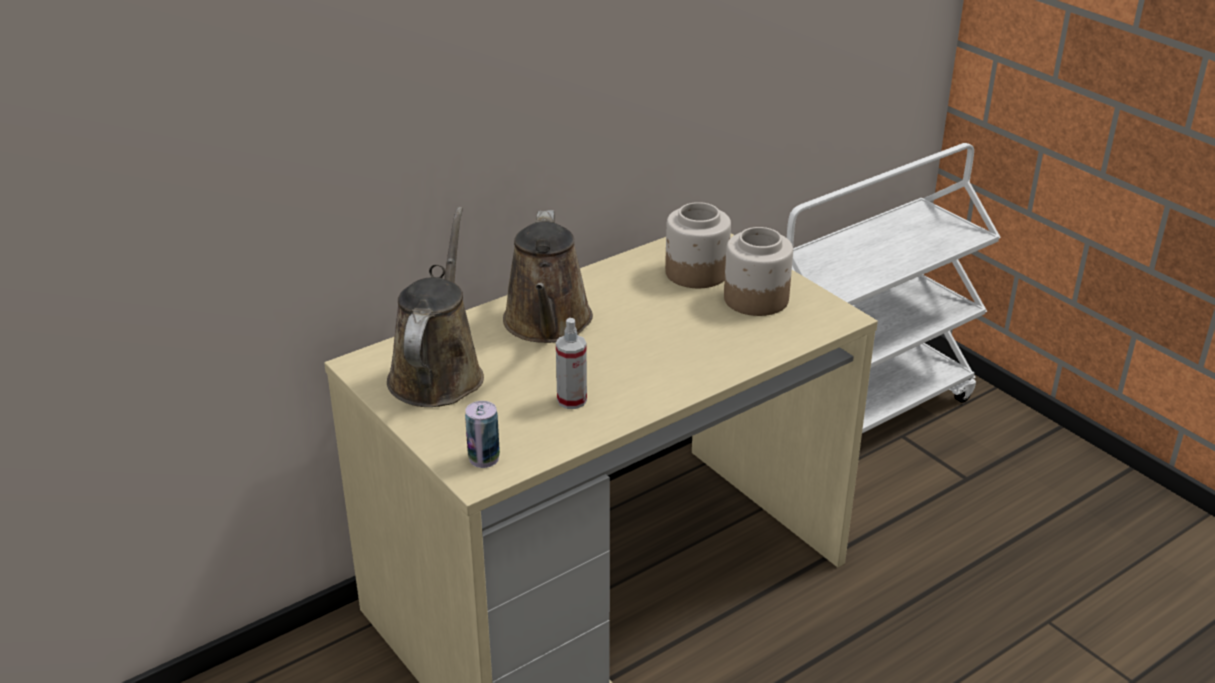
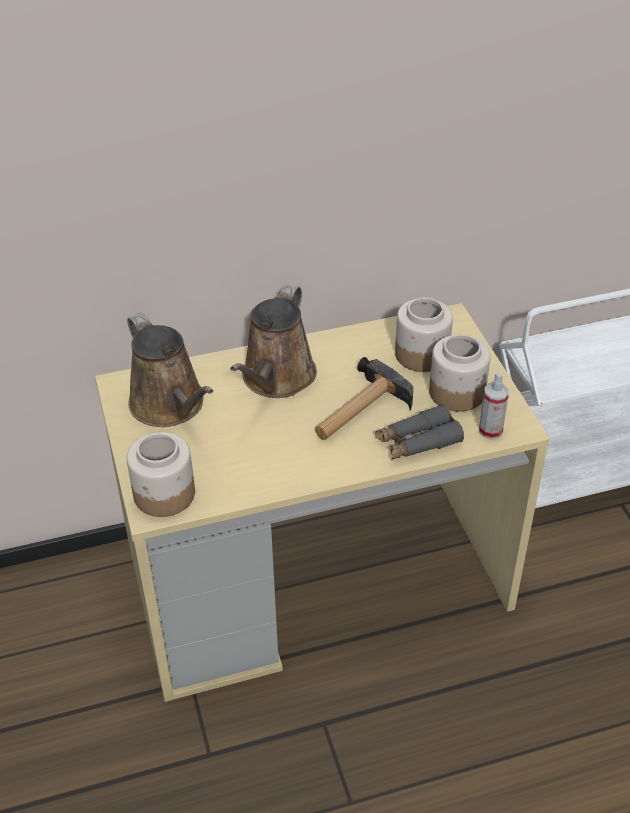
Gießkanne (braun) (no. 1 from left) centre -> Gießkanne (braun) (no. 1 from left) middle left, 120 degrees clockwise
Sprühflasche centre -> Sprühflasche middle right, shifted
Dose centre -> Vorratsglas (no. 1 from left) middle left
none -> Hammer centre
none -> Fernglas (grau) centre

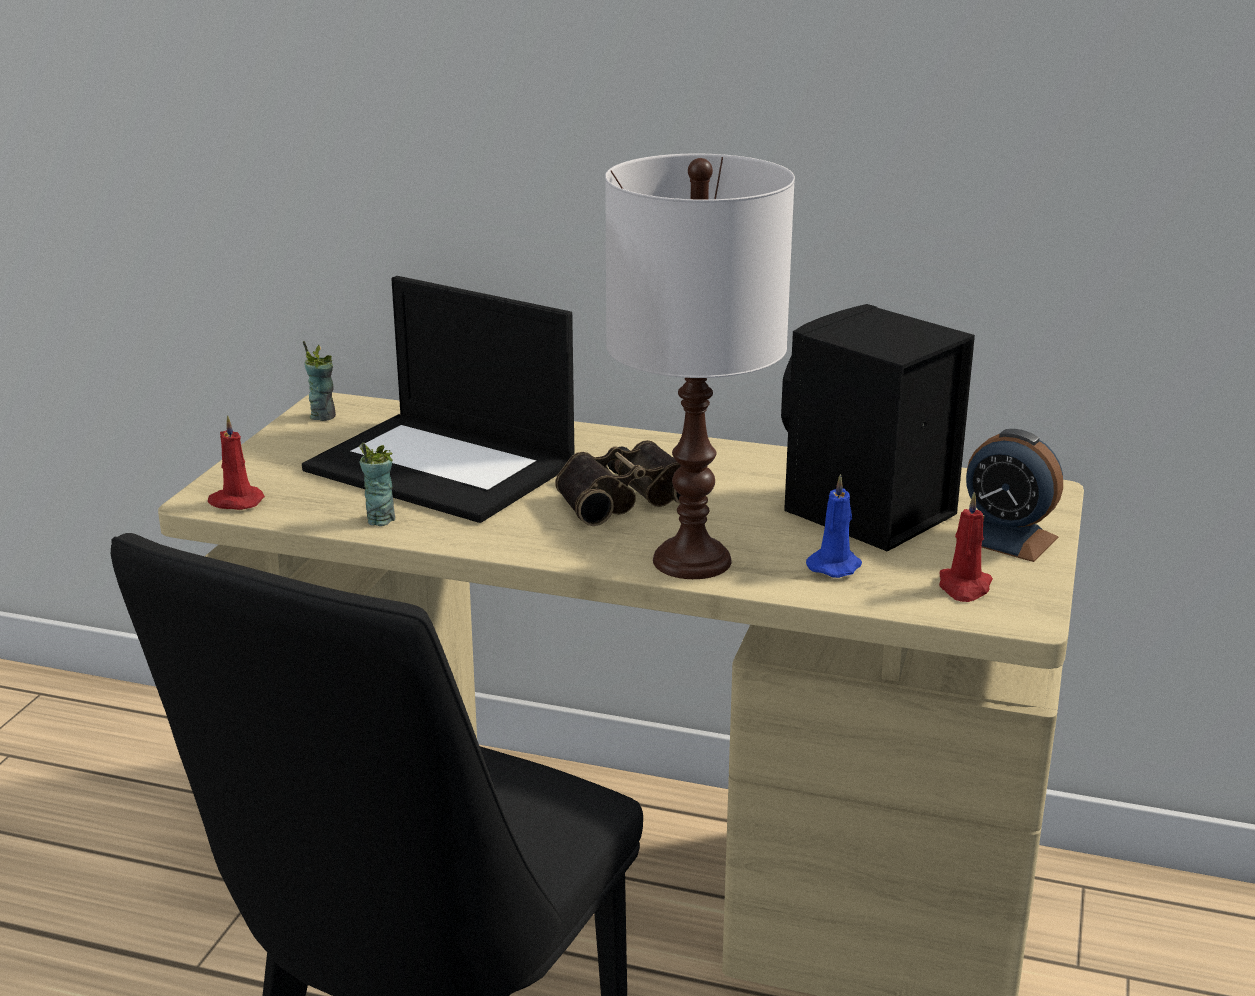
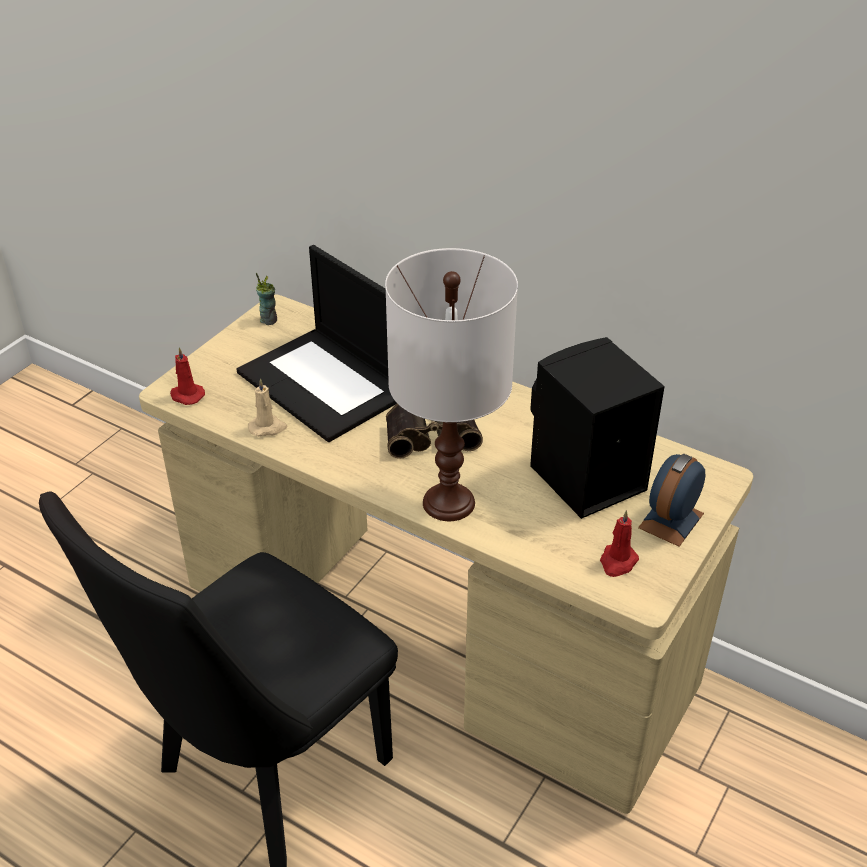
Wecker middle right, 75 degrees clockwise
Tasse (no. 2 from left) middle left -> Kerze (beige) middle left
Kerze (blau) centre -> none

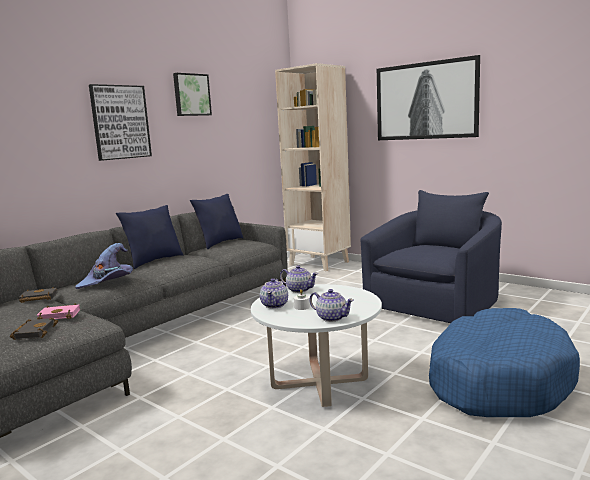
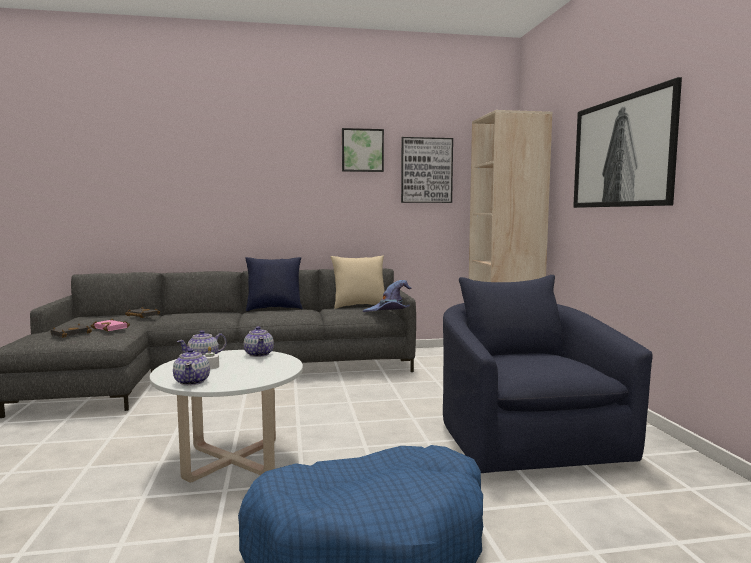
Bild (no. 1 from left in the first image) top left -> Bild (no. 2 from left) top centre, shifted
Sessel (blau) middle right, 90 degrees counterclockwise
Kissen (blau) (no. 2 from left) centre -> Kissen (beige) centre
Hut (lila) middle left -> Hut (lila) centre, shifted

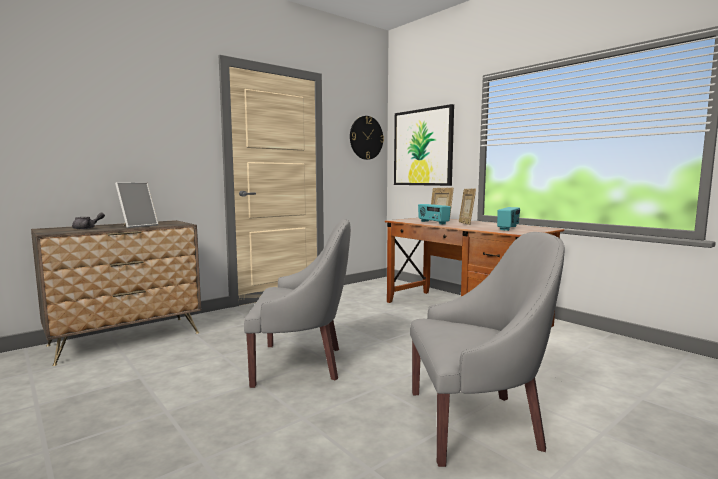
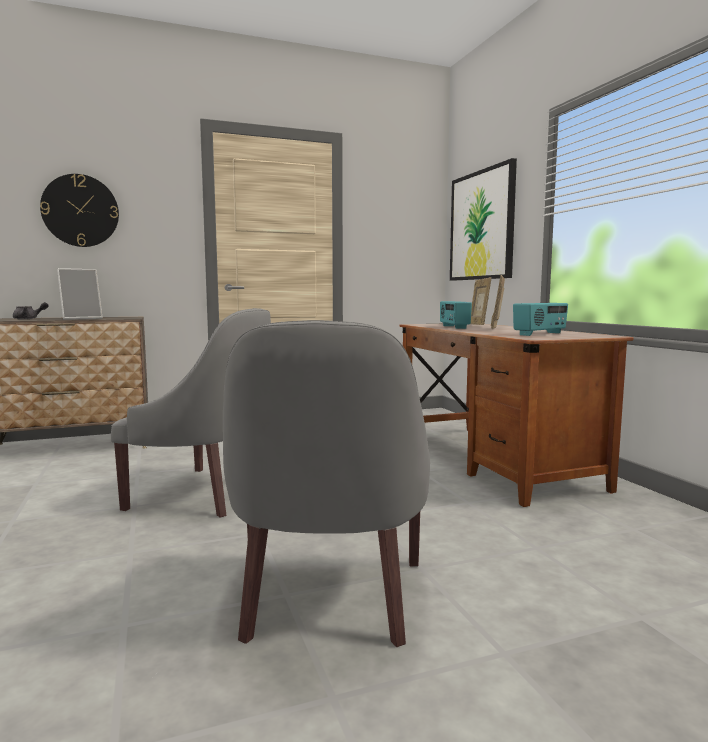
Wanduhr top centre -> Wanduhr top left, shifted
Sessel (grau) (no. 2 from left) bottom right -> Sessel (grau) (no. 2 from left) centre, 75 degrees clockwise

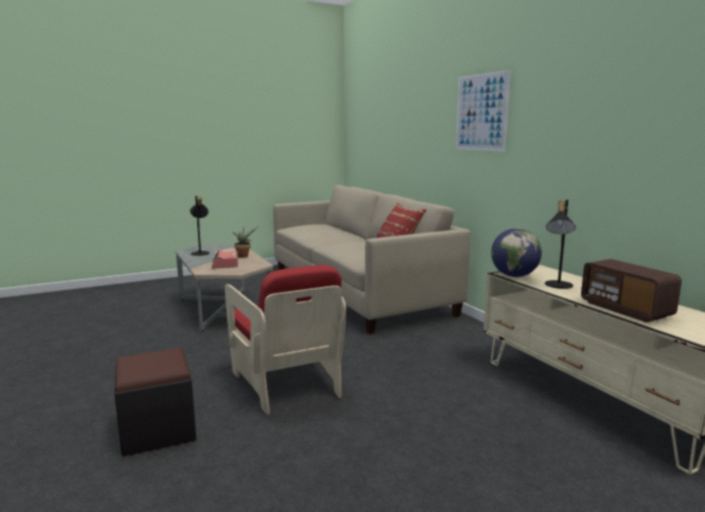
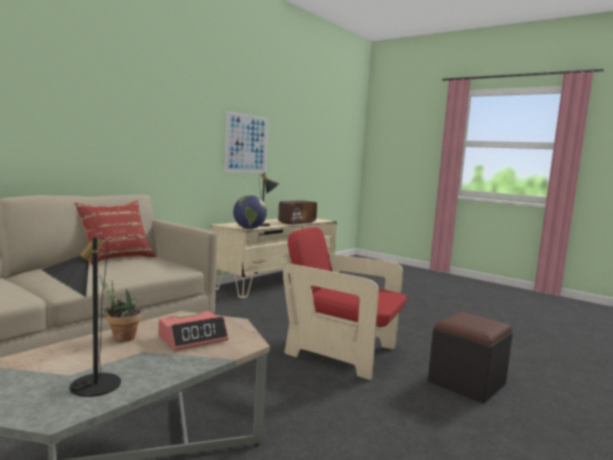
Bild top right -> Bild top centre, shifted
Sessel (rot) centre, 105 degrees counterclockwise

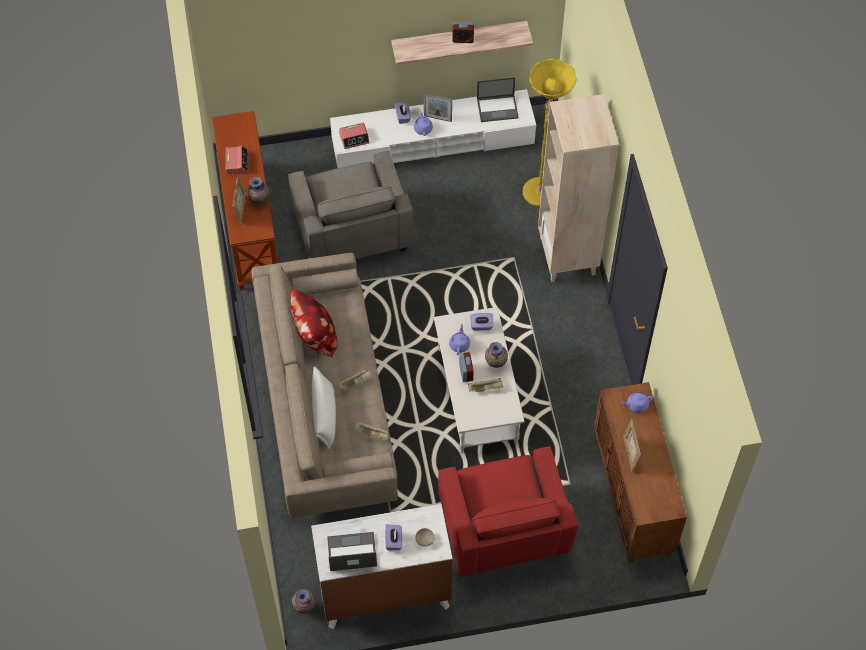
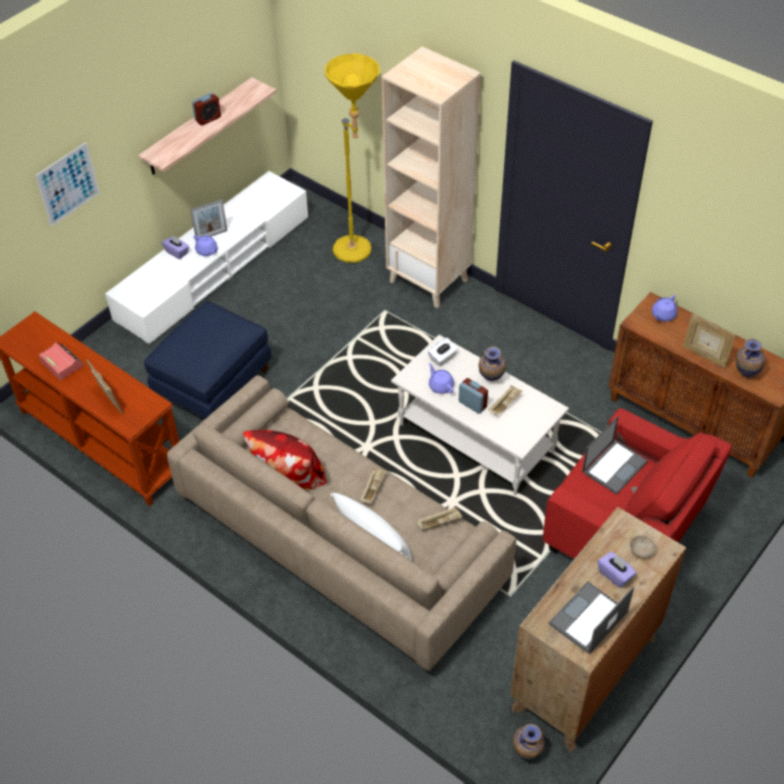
Laptop (no. 2 from left) top centre -> Laptop (no. 2 from left) middle right, shifted
Wecker (no. 2 from left) top centre -> none
Sessel (grau) top centre -> Polsterhocker (blau) middle left
Vase (no. 1 from left in the first image) top left -> Vase (no. 3 from left) middle right, shifted
Taschentuchbox (lila) (no. 3 from left) centre -> Taschentuchbox (weiß) centre
Kommode (weiß) bottom centre -> Kommode (braun) bottom right
none -> Bild top left

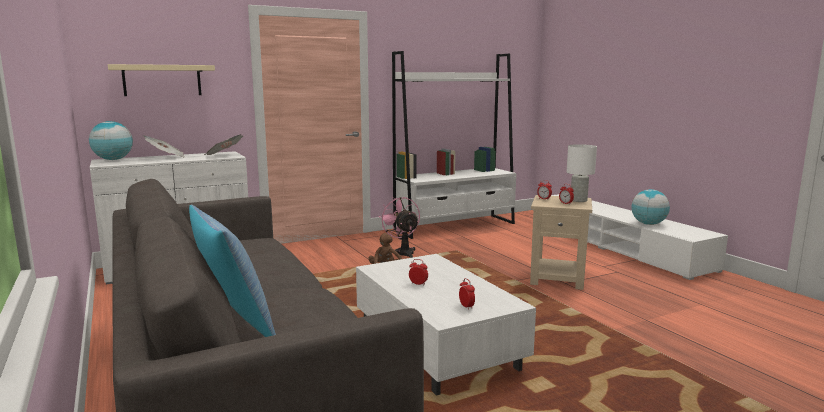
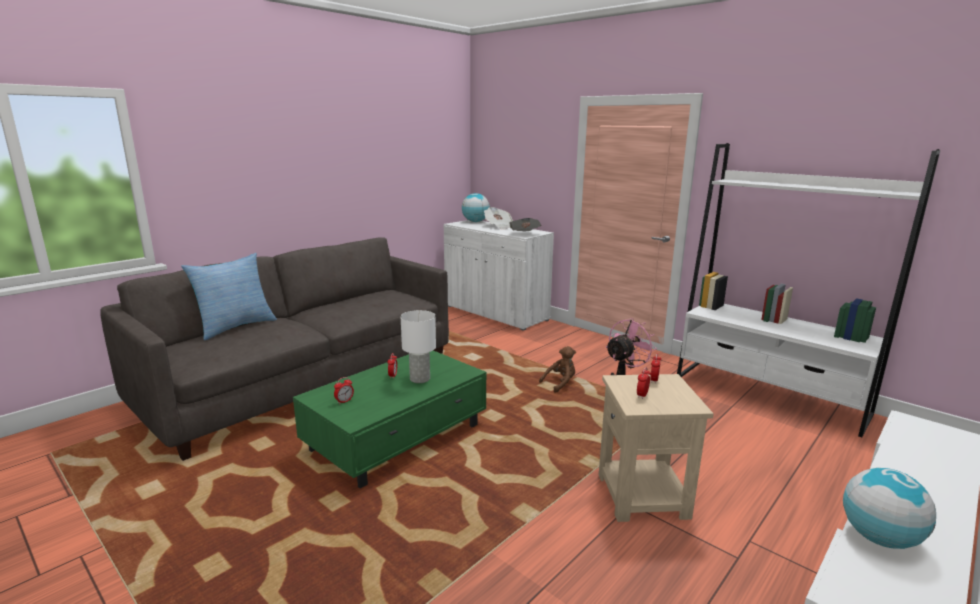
Wandregal (beige) top left -> none
Tischlampe (weiß) middle right -> Tischlampe (weiß) centre, shifted
Couchtisch (weiß) bottom centre -> Couchtisch (grün) bottom centre

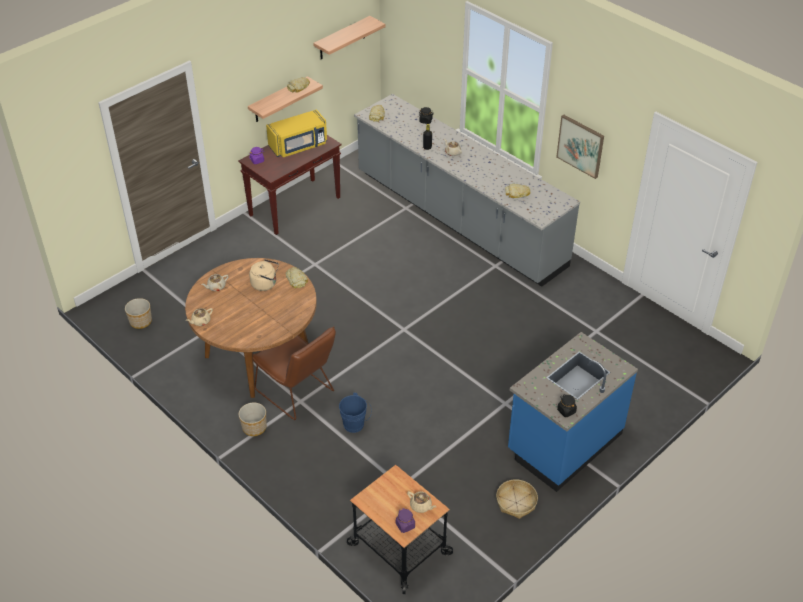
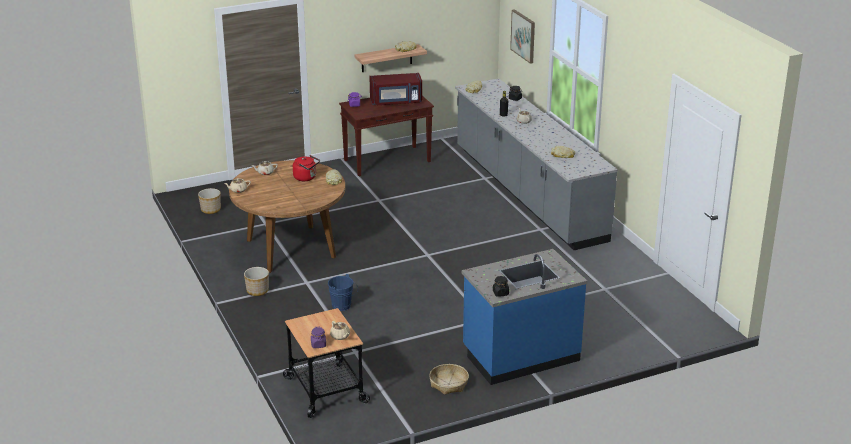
Wandregal (no. 2 from left) top centre -> none
Mikrowelle (gelb) top centre -> Mikrowelle (rot) top centre
Bild top right -> Bild top centre, shifted
Wasserkessel (beige) middle left -> Wasserkessel (rot) centre
Stuhl (braun) centre -> none

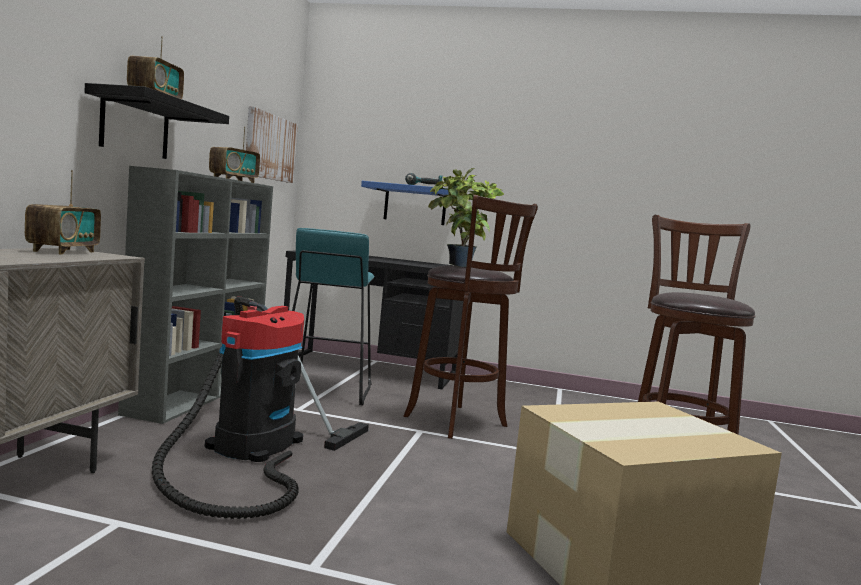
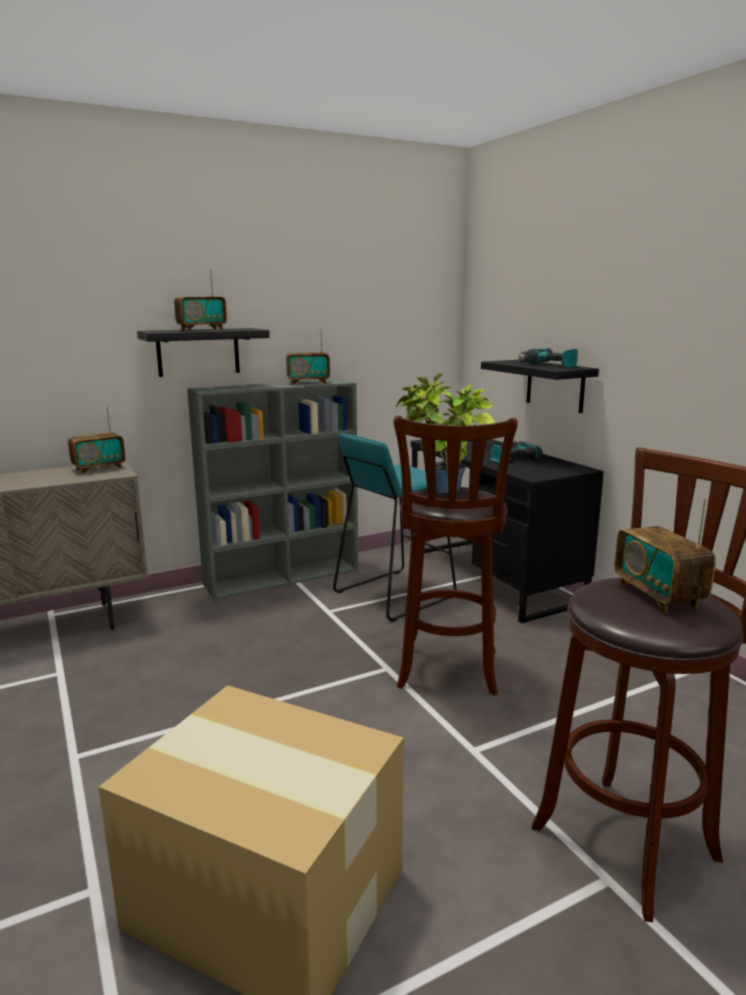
Bild top left -> none
Wandregal (blau) centre -> Wandregal (schwarz) (no. 2 from left) middle right
Staubsauger bottom left -> none
none -> Bohrmaschine (no. 1 from left) middle right
none -> Radio (no. 4 from left) middle right

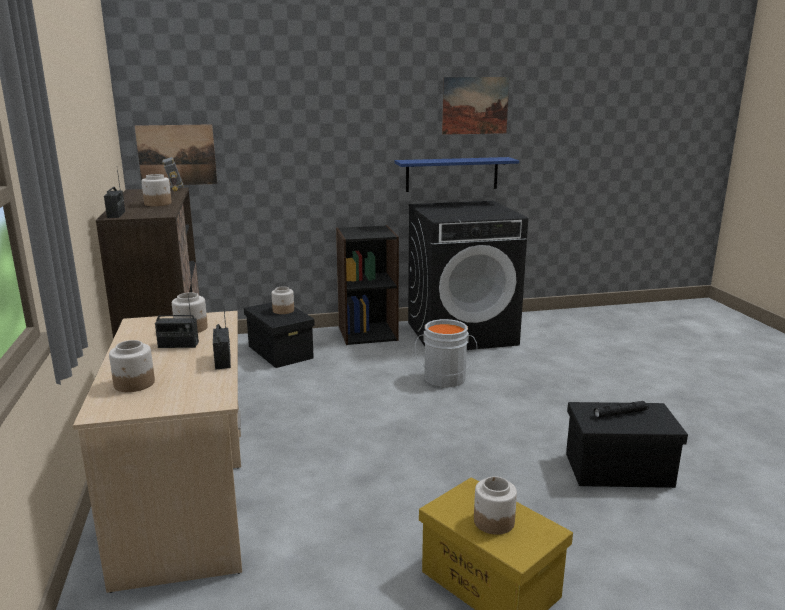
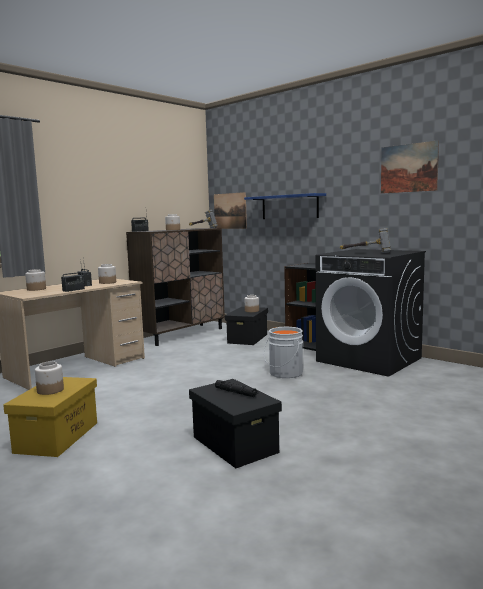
Wandregal (blau) top centre -> Wandregal (blau) centre, shifted
none -> Hammer (no. 2 from left) middle right

